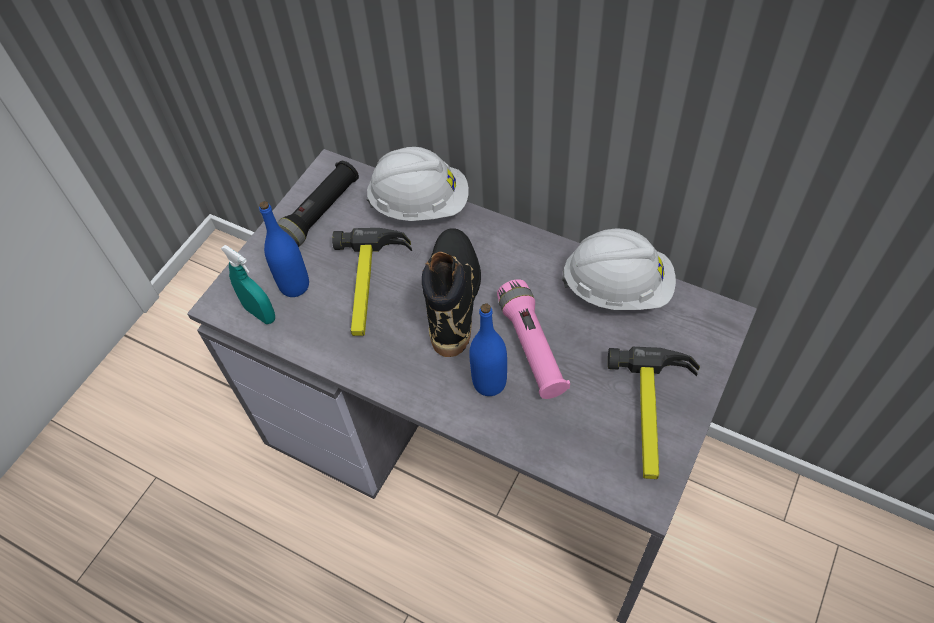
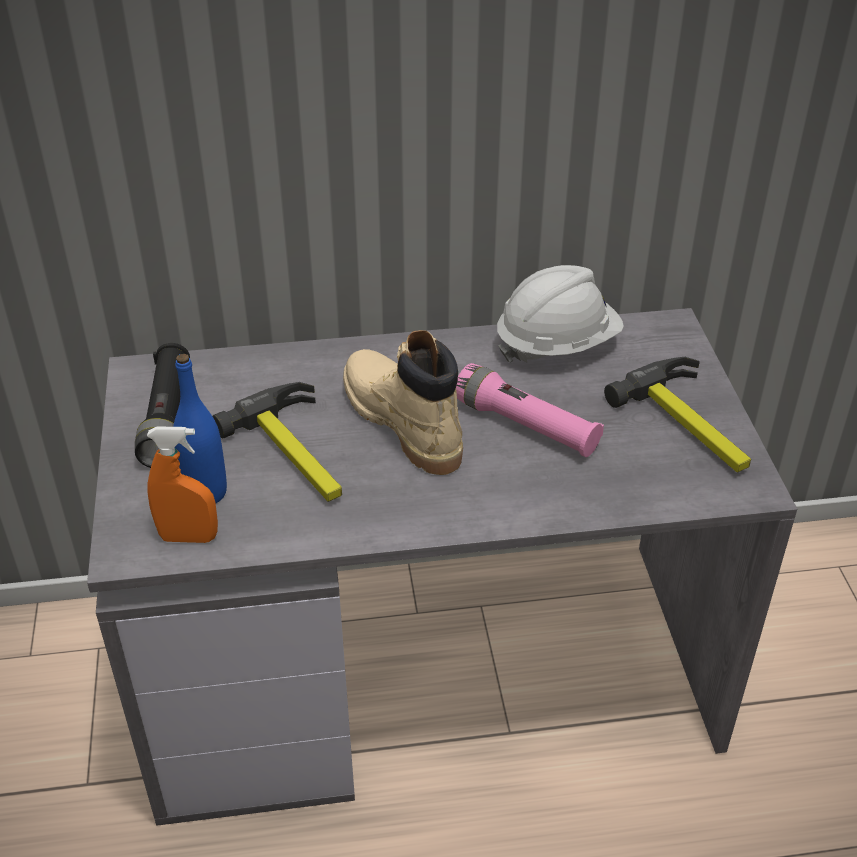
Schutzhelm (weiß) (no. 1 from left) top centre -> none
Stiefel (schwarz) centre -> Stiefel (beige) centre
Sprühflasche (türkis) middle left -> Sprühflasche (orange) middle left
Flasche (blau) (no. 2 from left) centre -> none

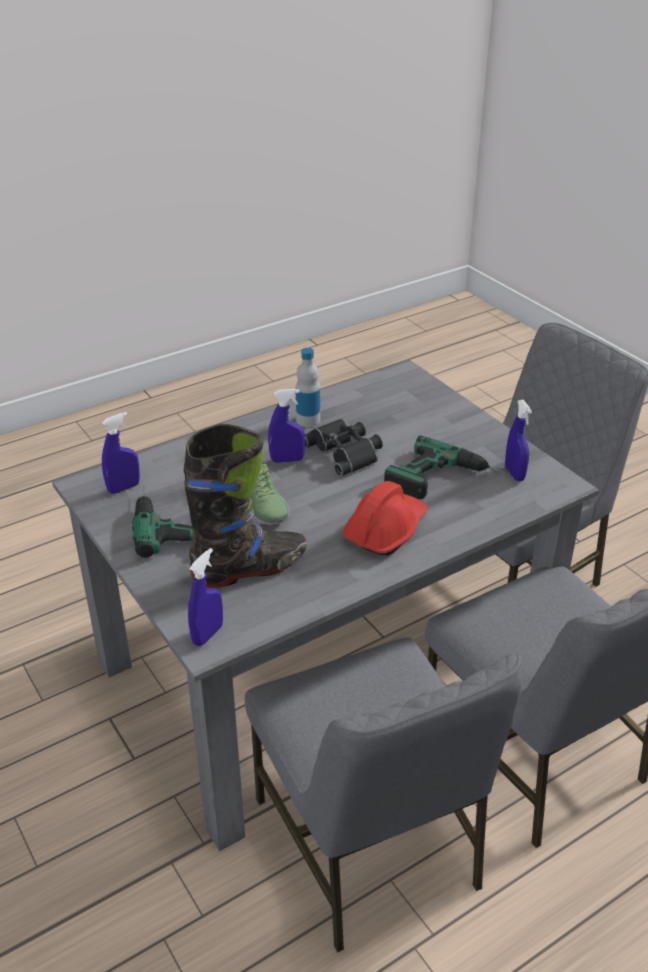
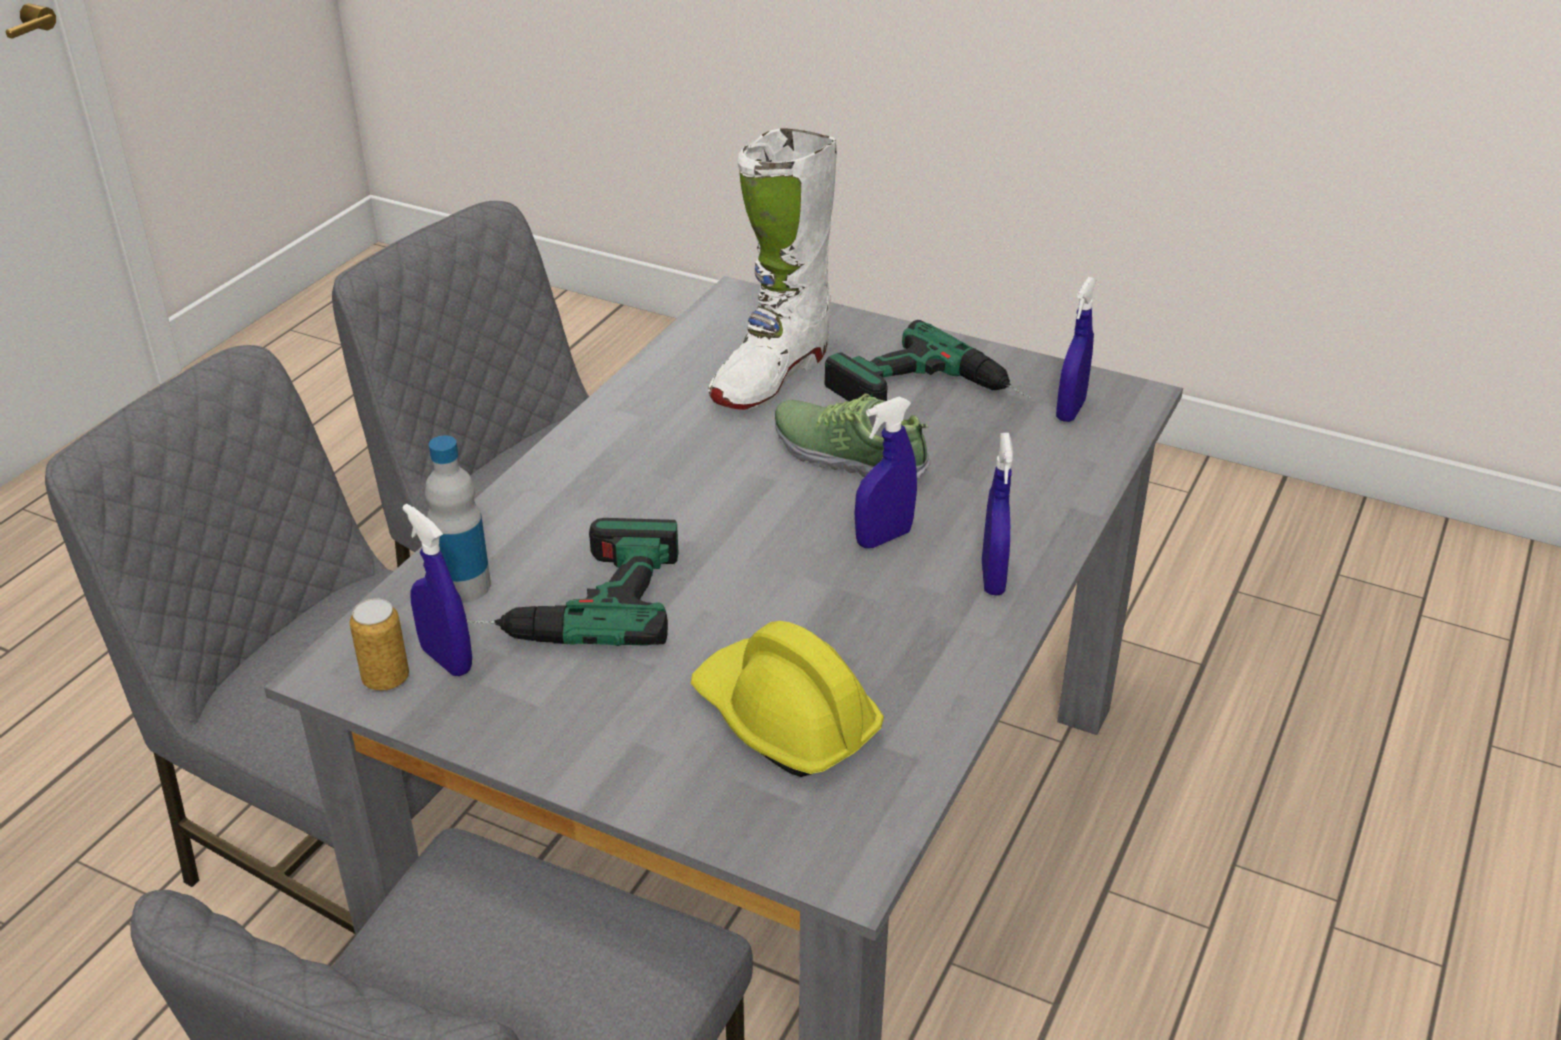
Flasche centre -> Flasche middle left, shifted
Fernglas (schwarz) centre -> none
Stiefel (schwarz) centre -> Stiefel (weiß) top centre
Schutzhelm (rot) centre -> none
Sprühflasche (blau) (no. 2 from left in the first image) middle left -> Sprühflasche (blau) (no. 3 from left) centre, shifted
none -> Dose middle left
none -> Schutzhelm (gelb) bottom centre

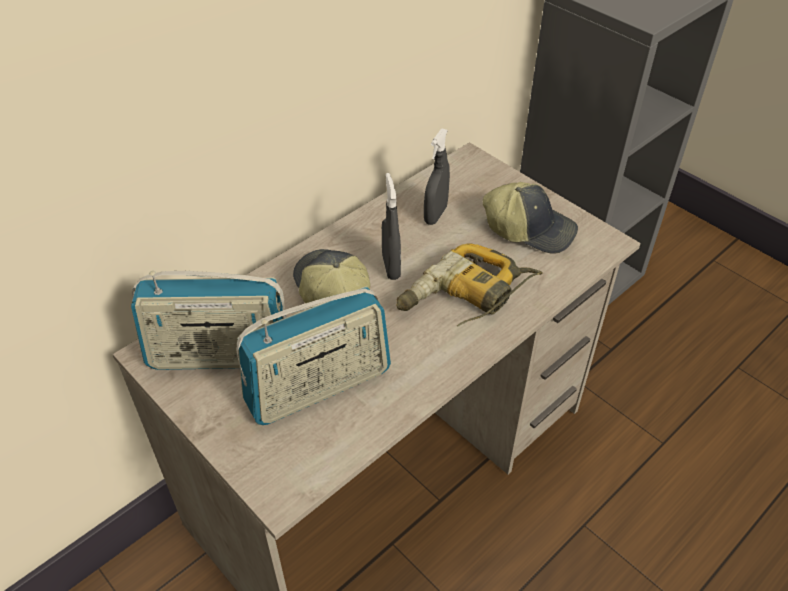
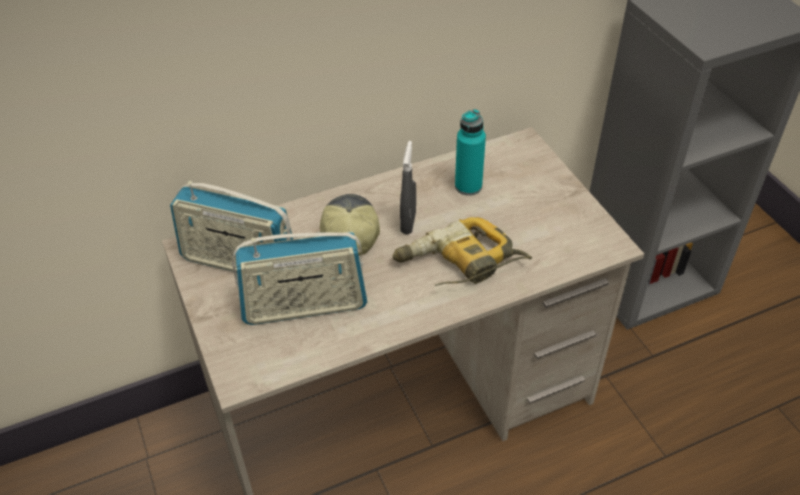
Sprühflasche (grau) (no. 2 from left) top centre -> Flasche (türkis) top centre
Kappe (no. 2 from left) middle right -> none

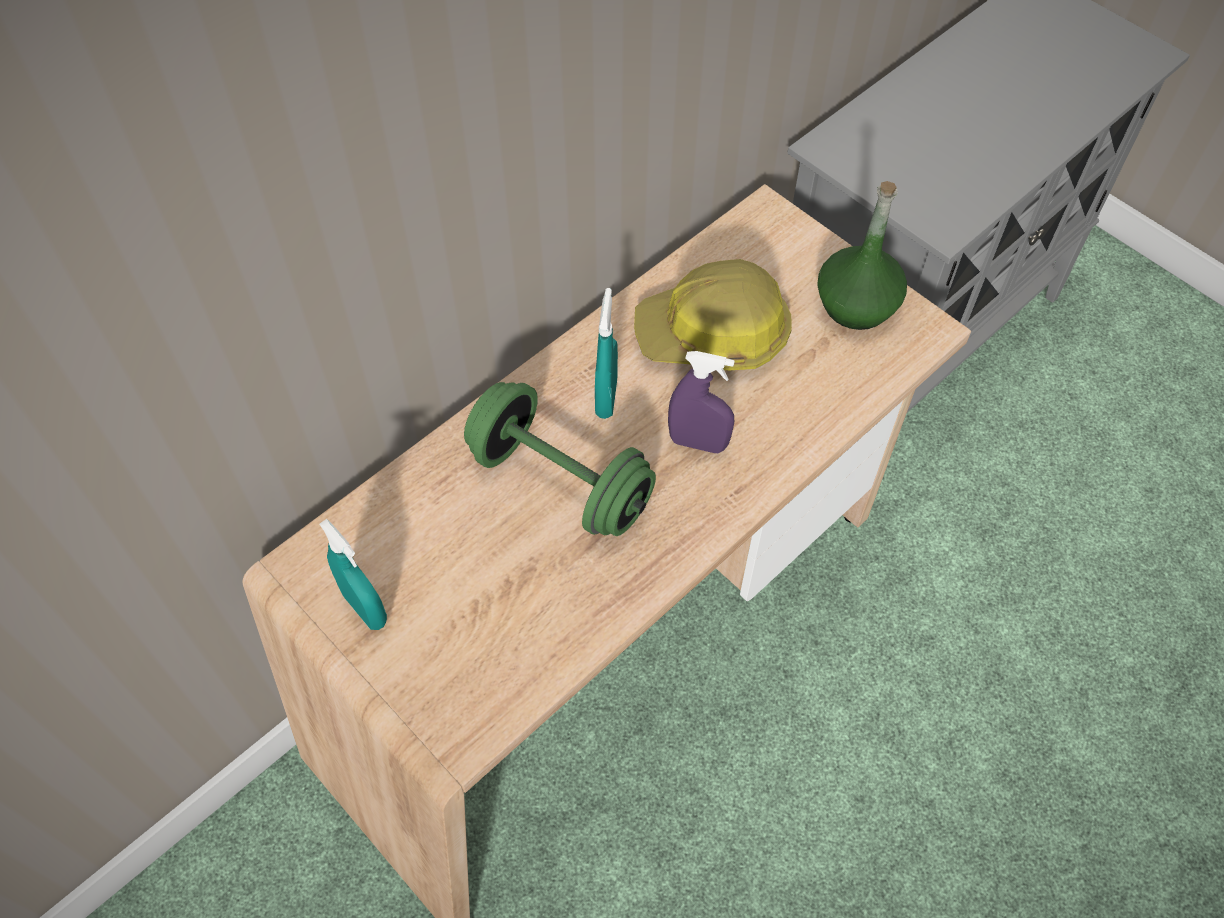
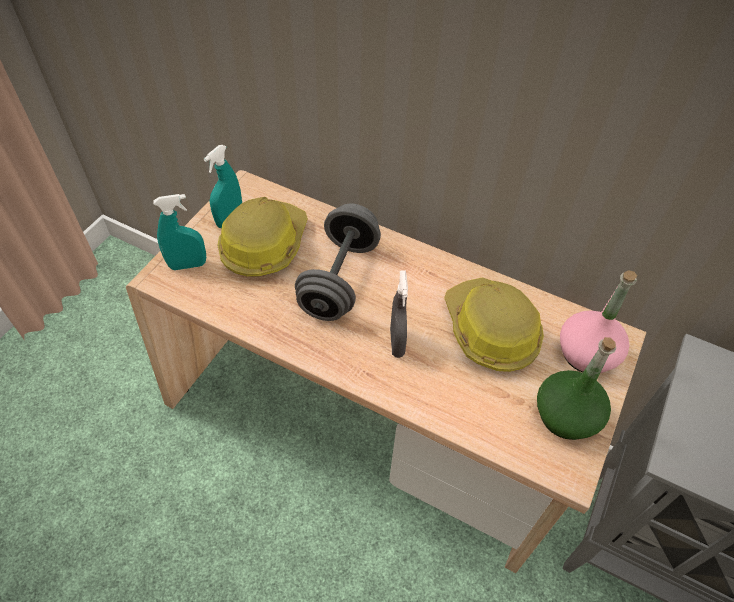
Sprühflasche (türkis) (no. 2 from left in the first image) centre -> Sprühflasche (türkis) (no. 1 from left) middle left, shifted
Sprühflasche (lila) centre -> Sprühflasche (grau) centre
Hantel (grün) centre -> Hantel (grau) centre
none -> Schutzhelm (no. 1 from left) centre
none -> Flasche (rosa) middle right

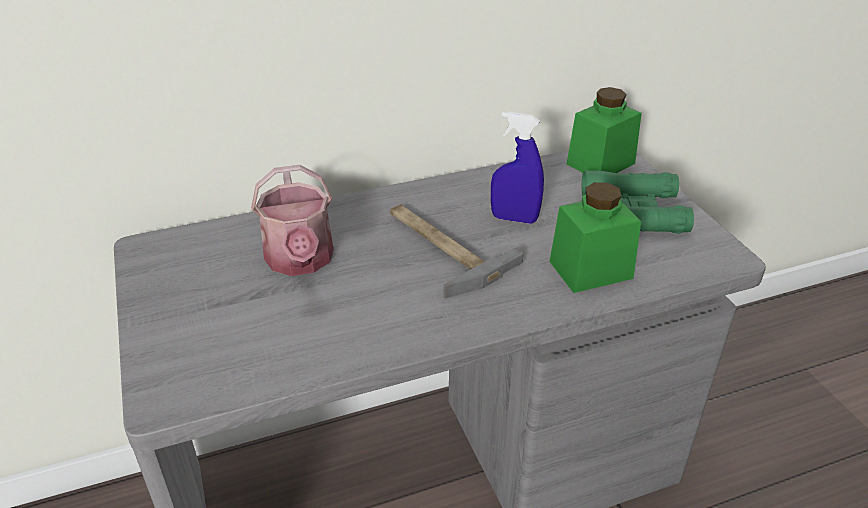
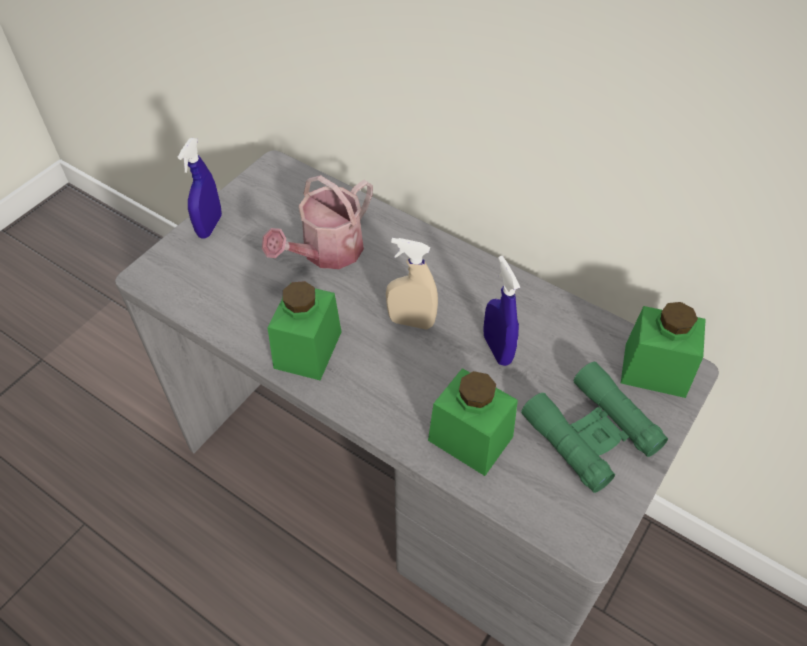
Hammer centre -> Sprühflasche (beige) centre
none -> Sprühflasche (blau) (no. 1 from left) top left
none -> Vorratsglas (grün) (no. 1 from left) centre

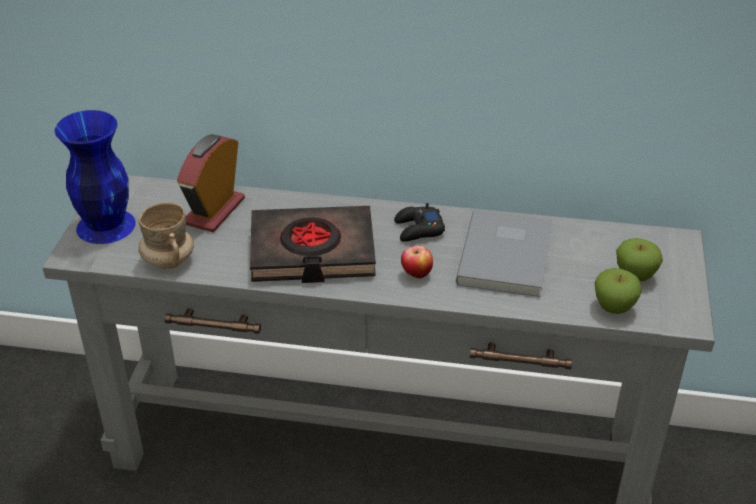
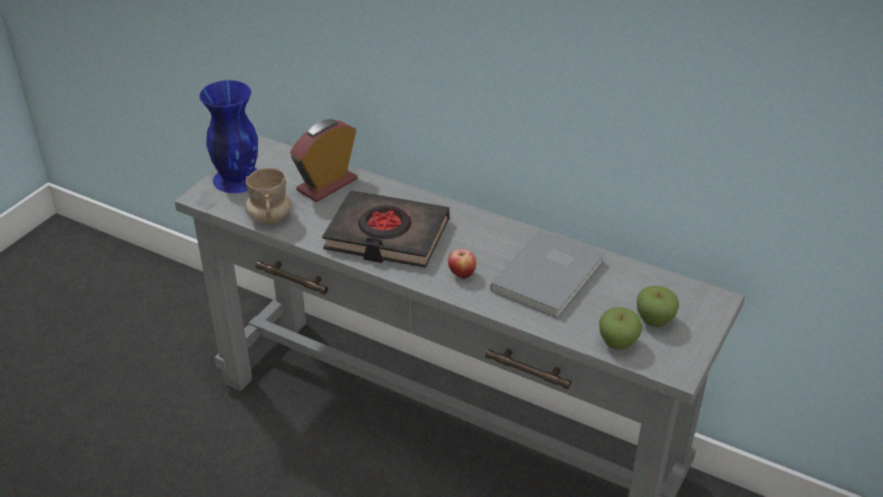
Gamepad (schwarz) centre -> none

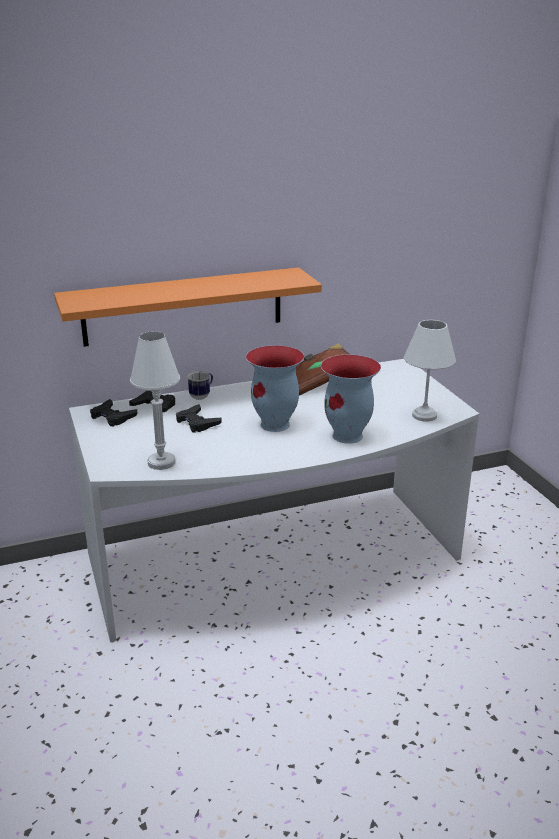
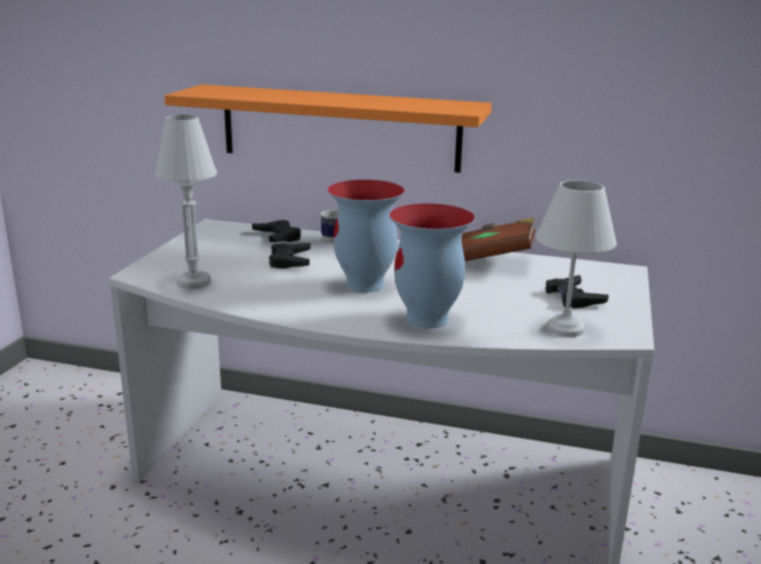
Gamepad (schwarz) (no. 1 from left in the first image) middle left -> Gamepad (schwarz) (no. 3 from left) middle right, shifted

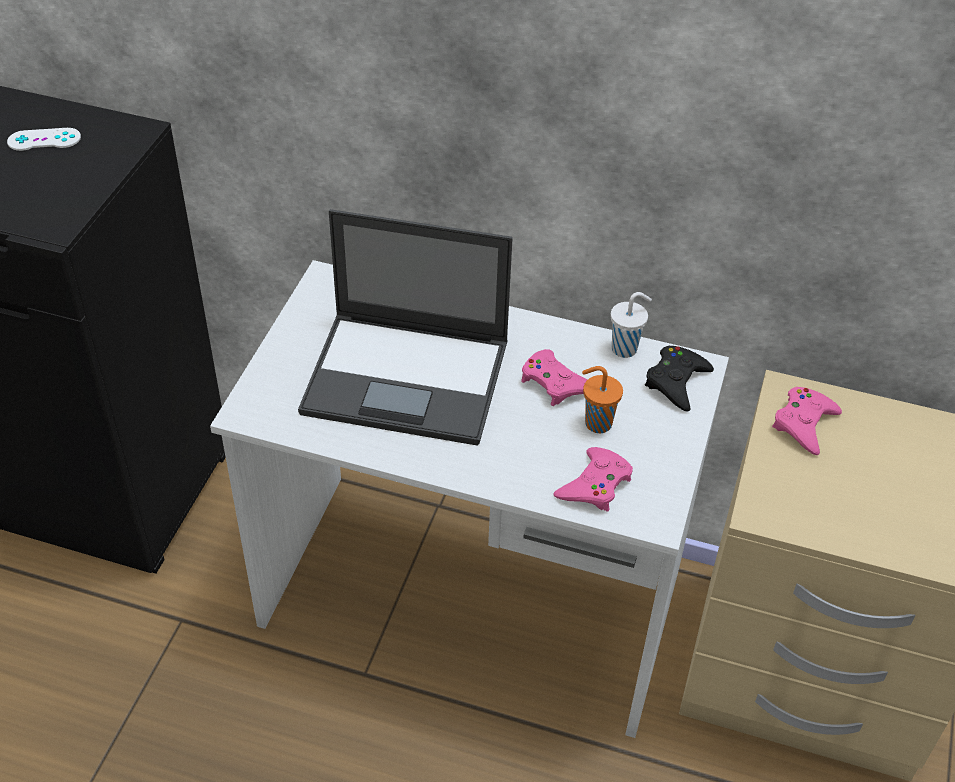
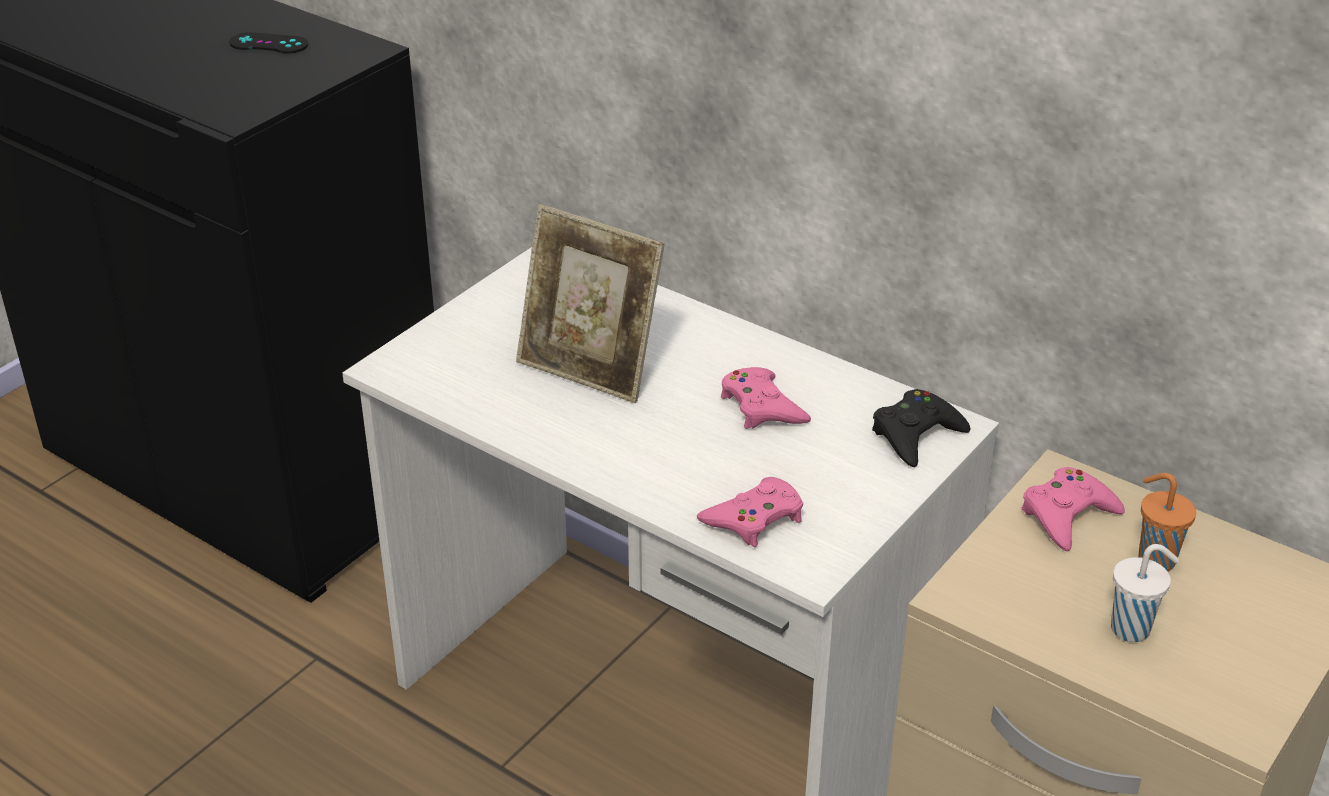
Gamepad (weiß) top left -> Gamepad (schwarz) (no. 1 from left) top left
Laptop centre -> Bilderrahmen centre
Tasse (weiß) centre -> Tasse (weiß) bottom right, shifted
Tasse (orange) centre -> Tasse (orange) middle right, shifted

